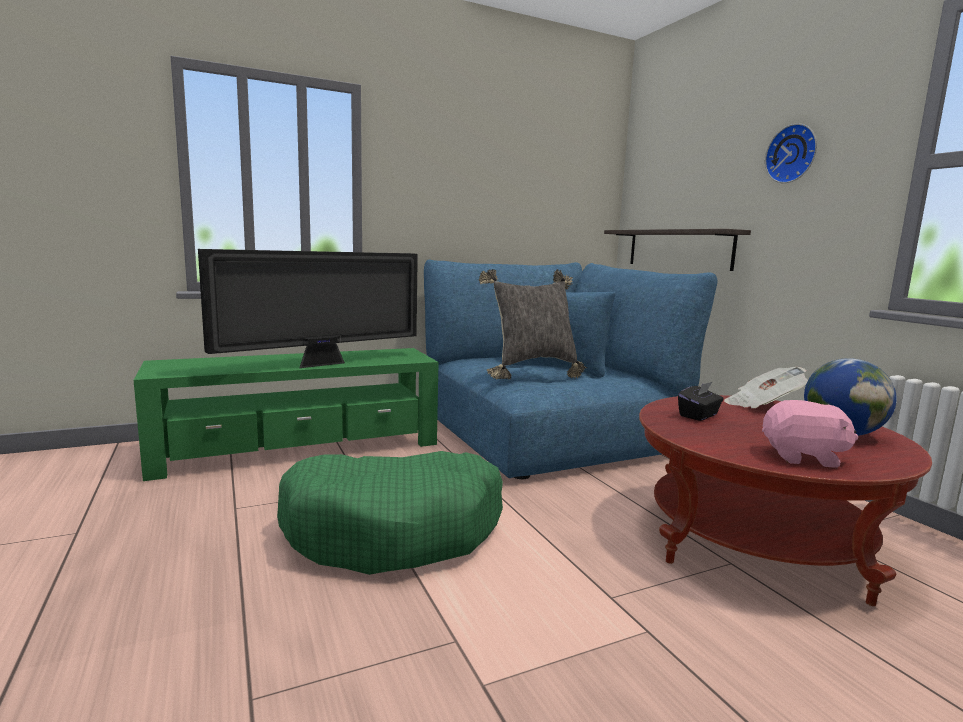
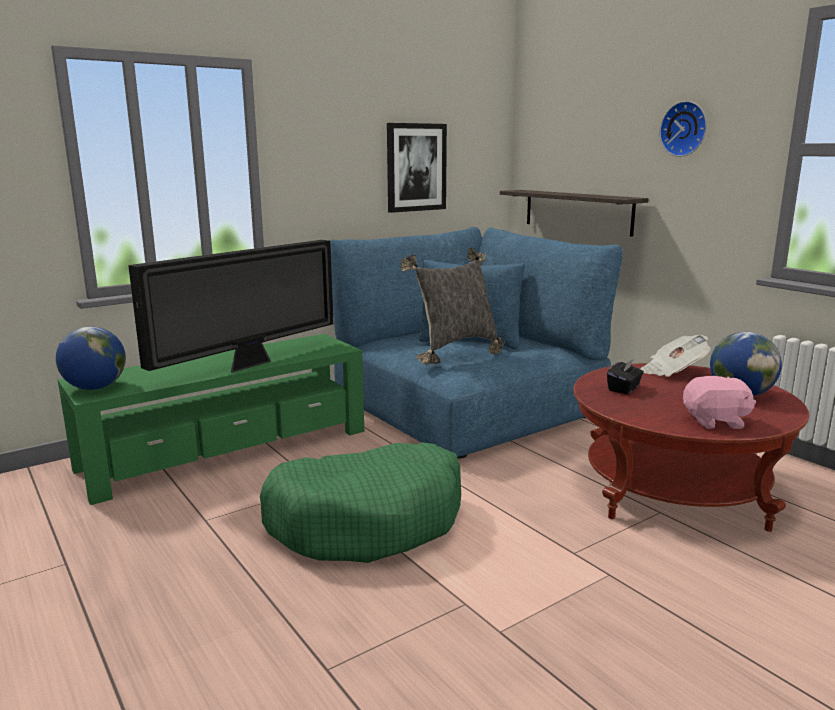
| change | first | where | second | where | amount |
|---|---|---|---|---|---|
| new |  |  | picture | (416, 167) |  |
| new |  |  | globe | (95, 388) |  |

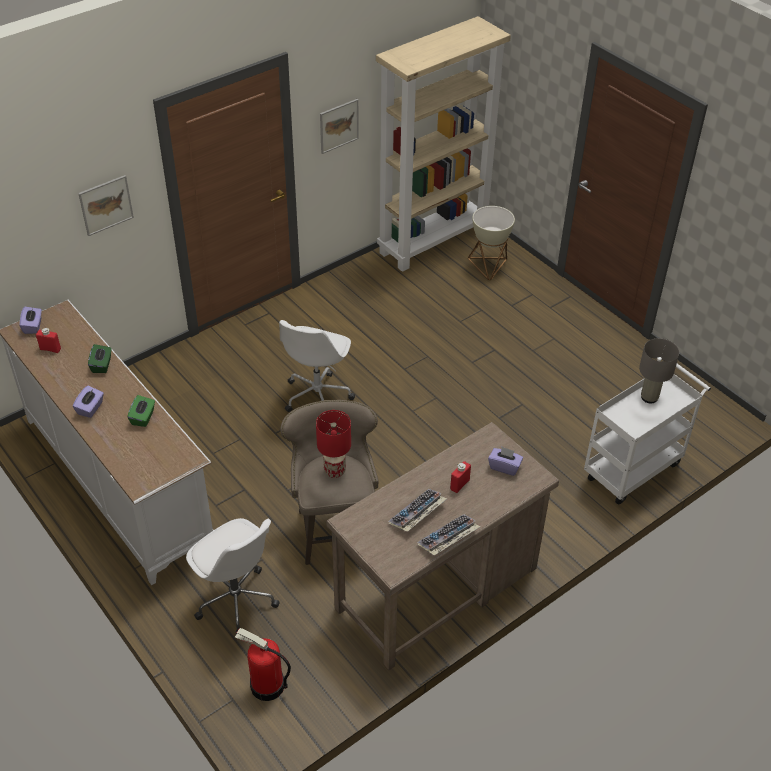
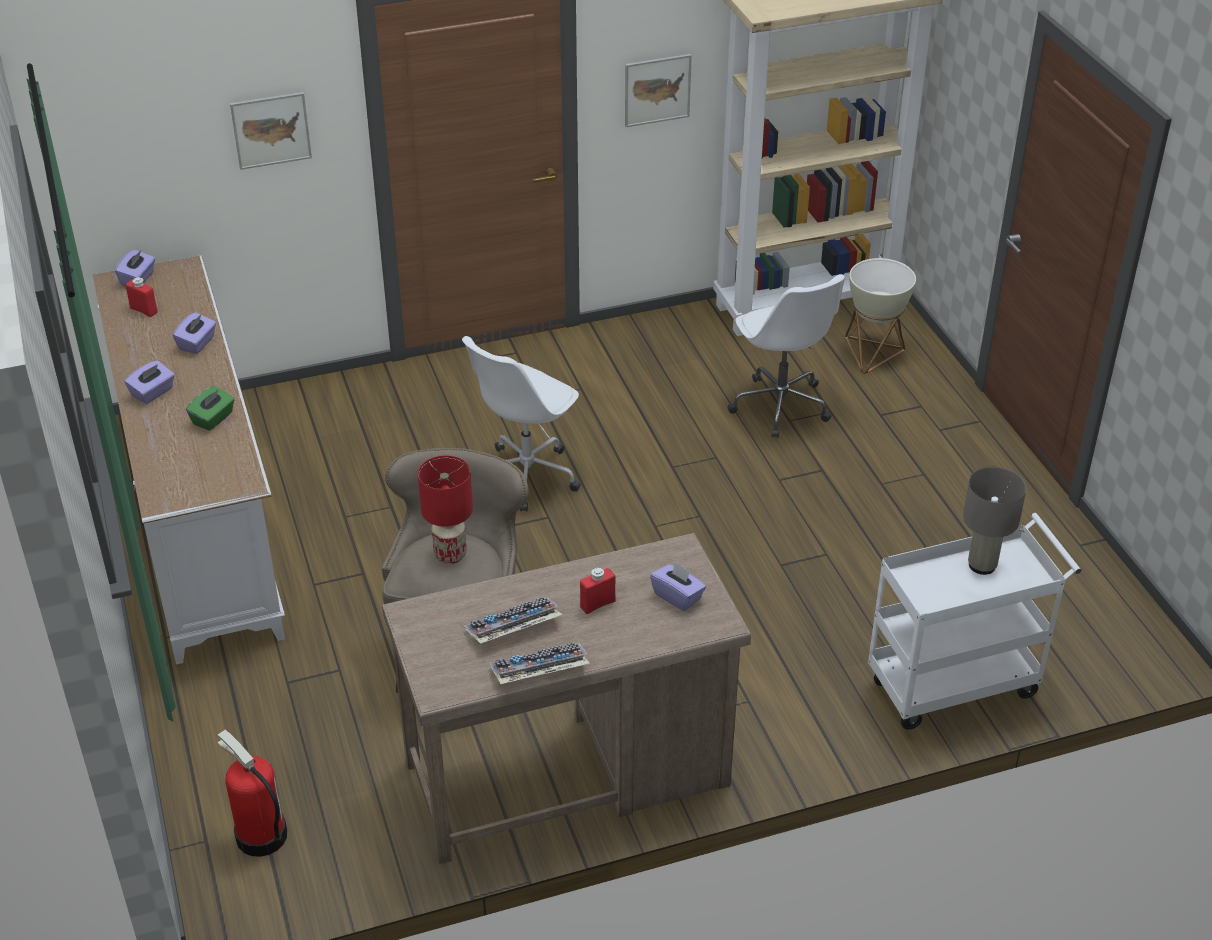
| change | first | where | second | where | amount |
|---|---|---|---|---|---|
| repainted | green tissue box | (102, 365) | purple tissue box | (197, 343) |  |
| shifted | white office chair | (238, 602) |  | (781, 408) |  |

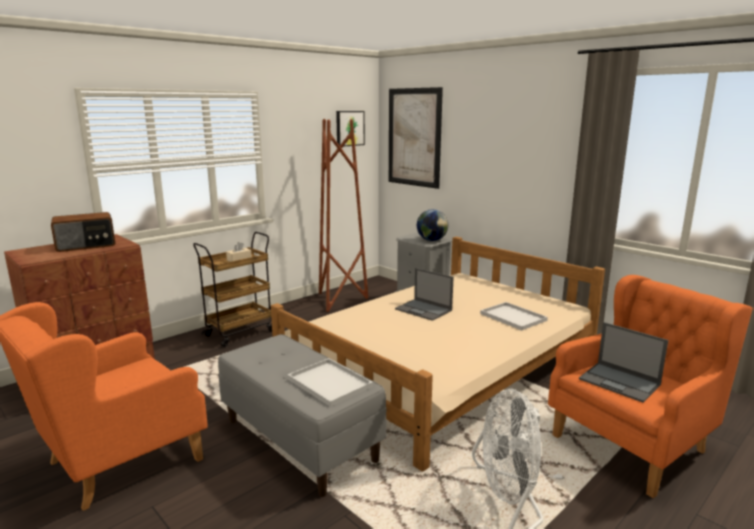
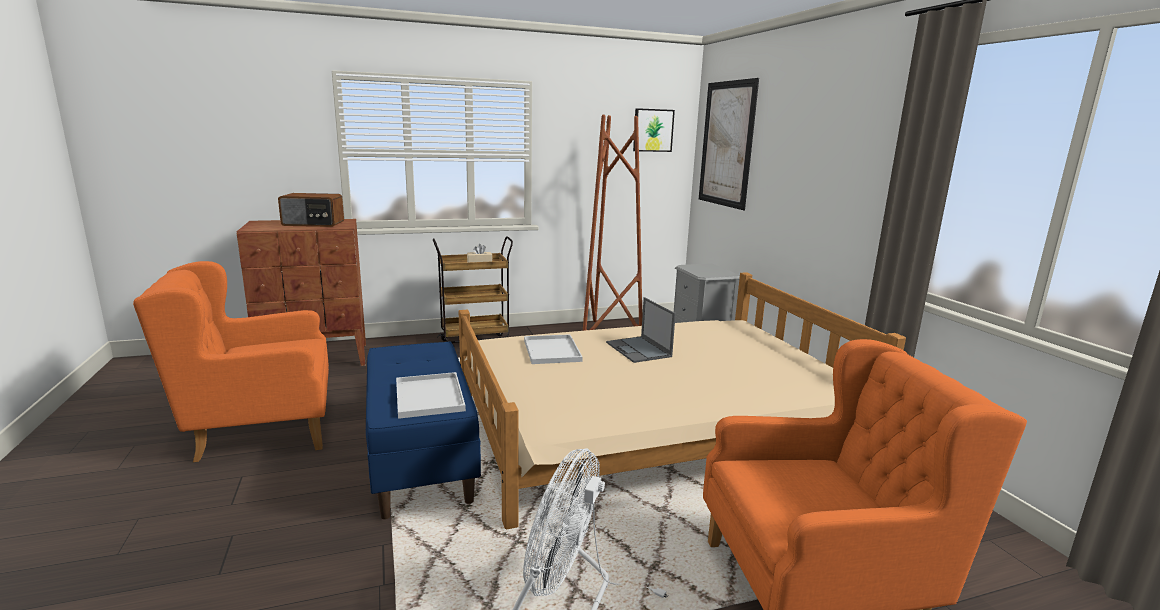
| change | first | where | second | where | amount |
|---|---|---|---|---|---|
| gone | globe | (431, 240) |  |  |  |
| shifted | white tray | (514, 317) |  | (553, 351) |  |
| gone | laptop | (620, 382) |  |  |  |
| repainted | grey bench | (301, 440) | blue bench | (422, 458) |  |

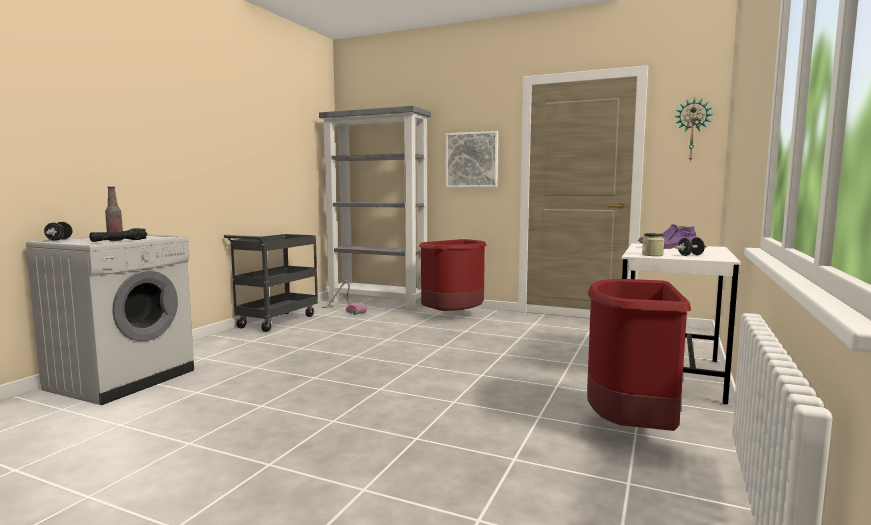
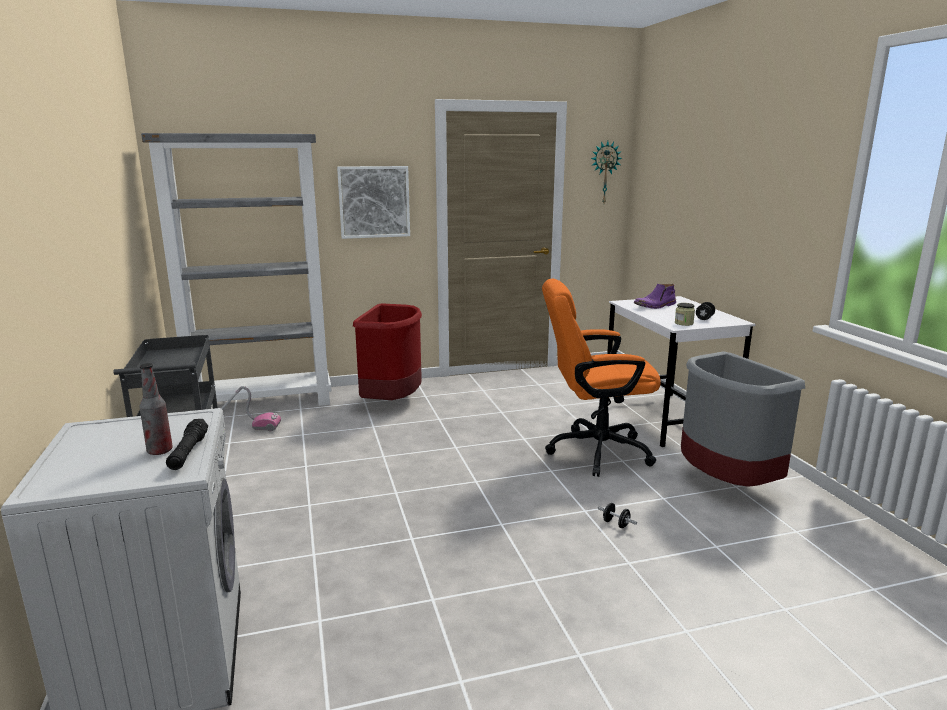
| change | first | where | second | where | amount |
|---|---|---|---|---|---|
| shifted | black dumbbell | (59, 239) |  | (616, 524) |  |
| repainted | red trash can | (630, 427) | grey trash can | (725, 482) |  |
| new |  |  | orange office chair | (594, 452) |  |

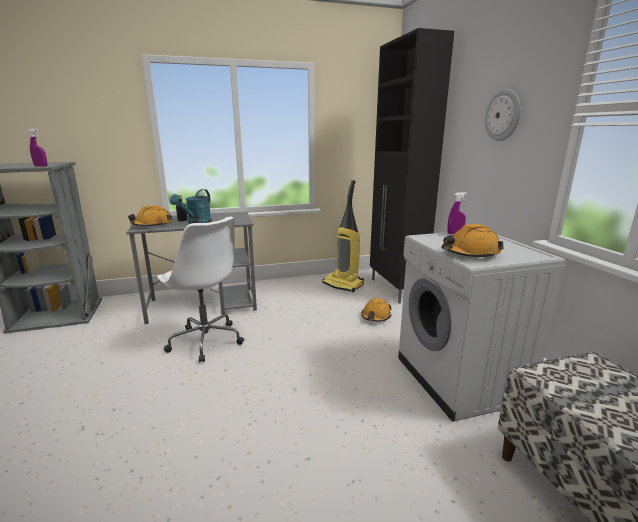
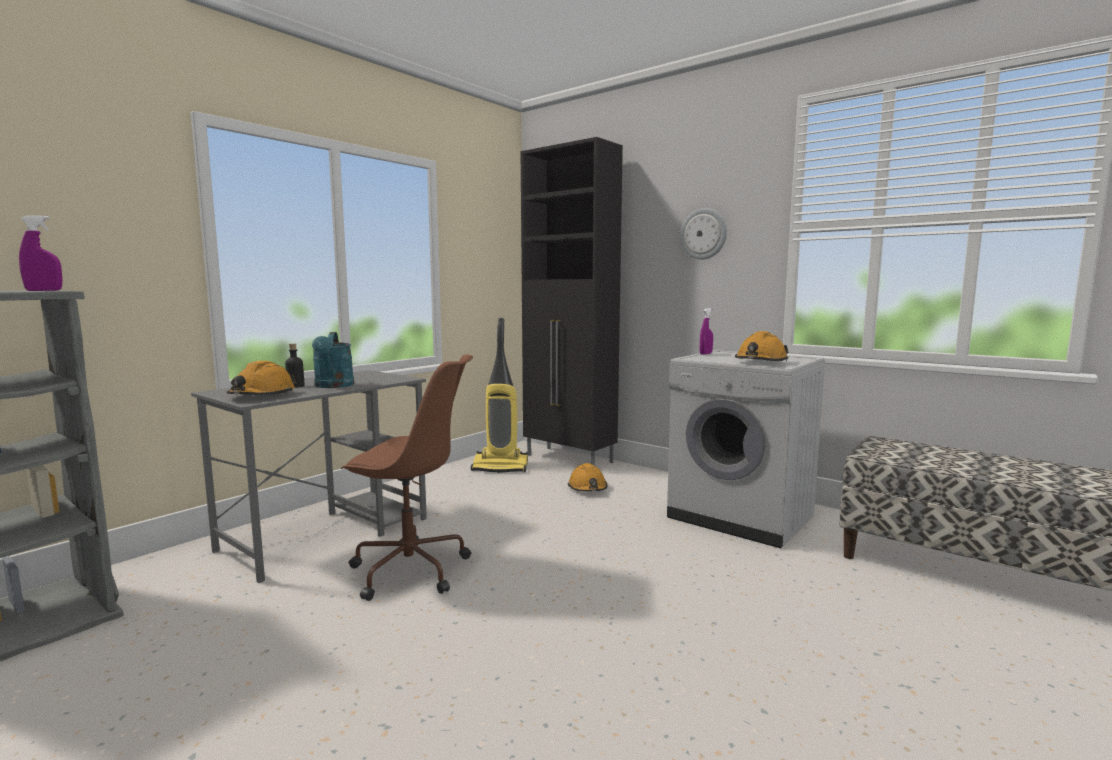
| change | first | where | second | where | amount |
|---|---|---|---|---|---|
| repainted | white office chair | (207, 342) | brown office chair | (413, 571) |  |

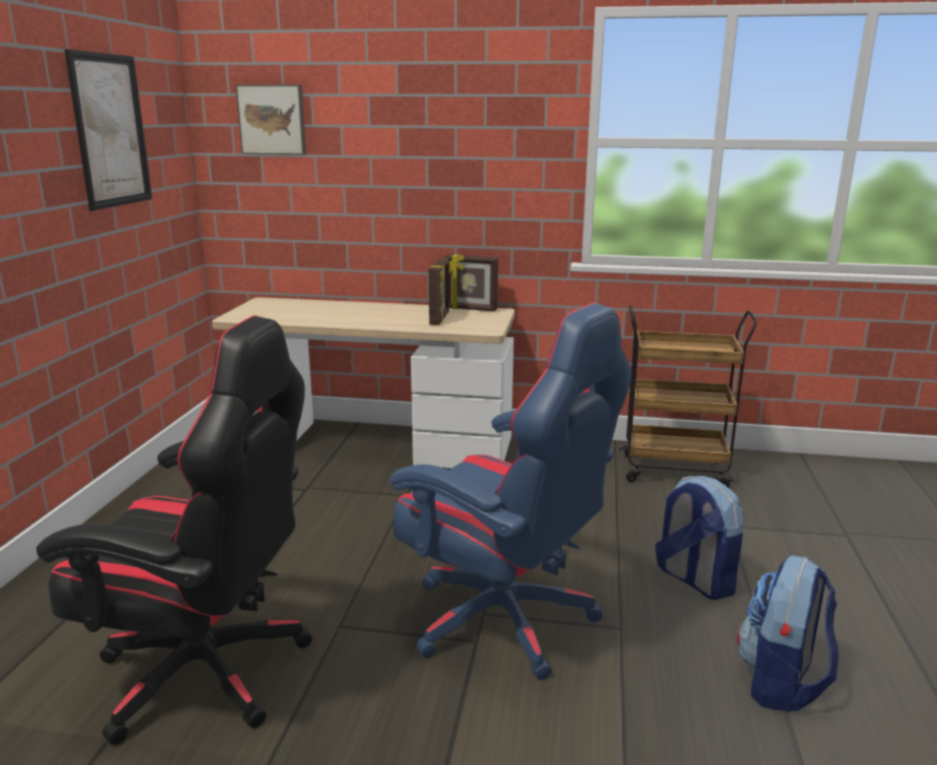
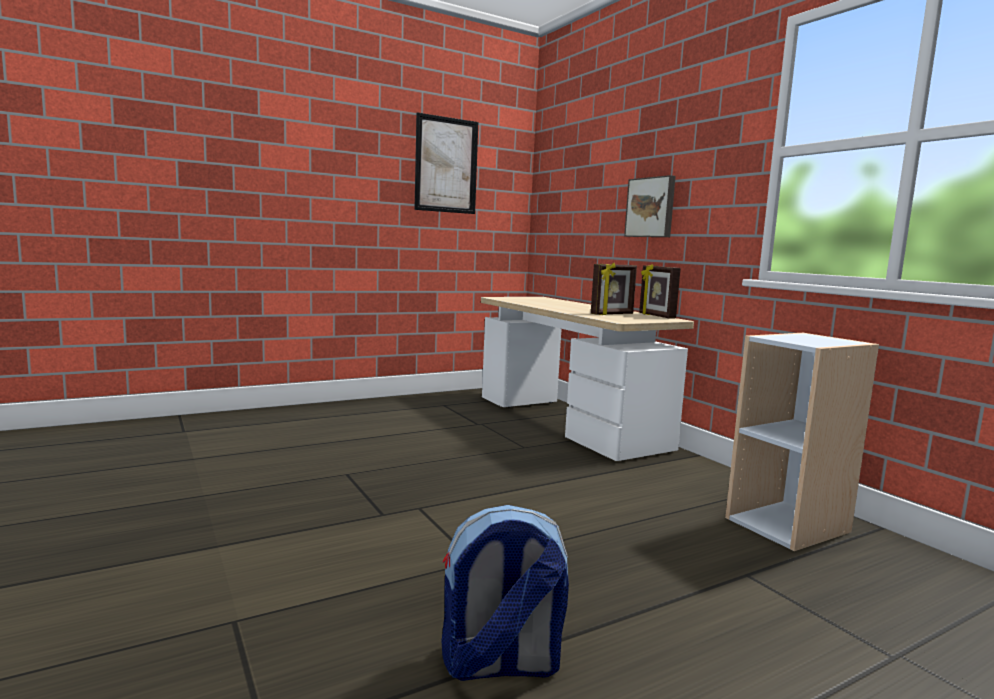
| change | first | where | second | where | amount |
|---|---|---|---|---|---|
| shifted | picture | (272, 119) |  | (651, 207) |  |
| gone | blue office chair | (502, 618) |  |  |  |
| swapped | brown cart | (675, 472) | bookcase | (789, 525) |  |
| gone | black office chair | (202, 671) |  |  |  |
| gone | backpack | (694, 580) |  |  |  |

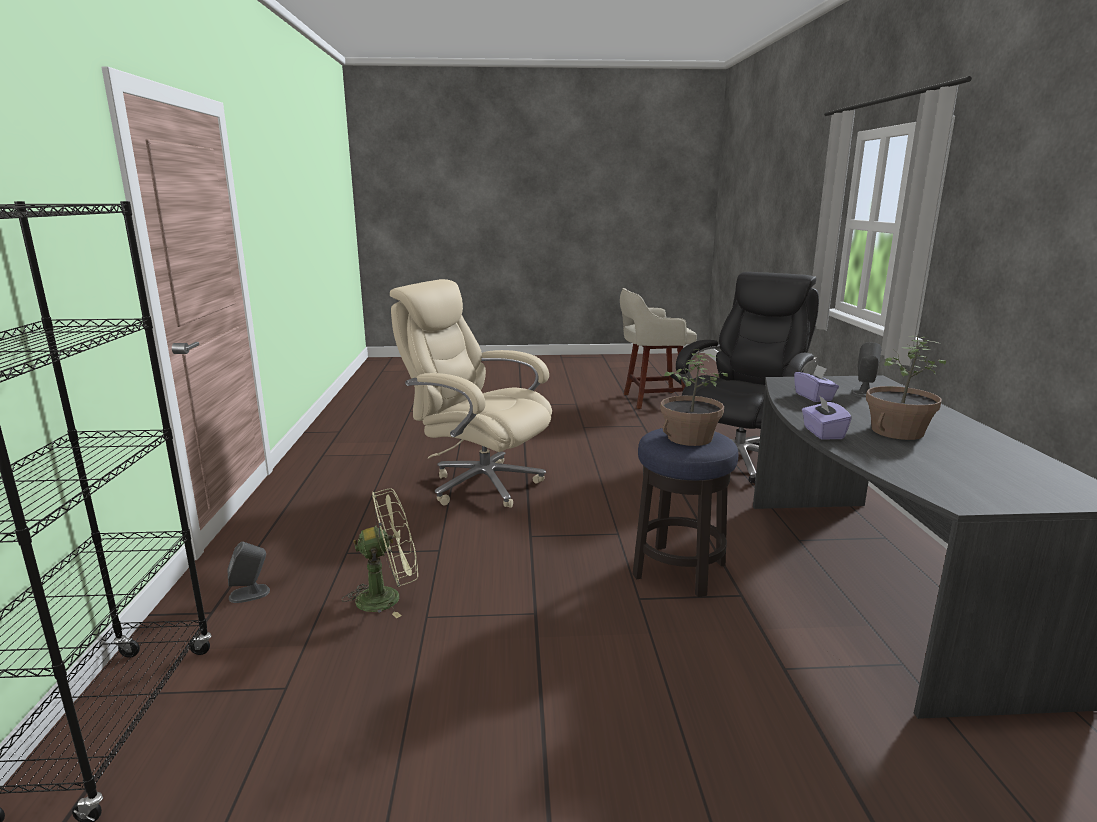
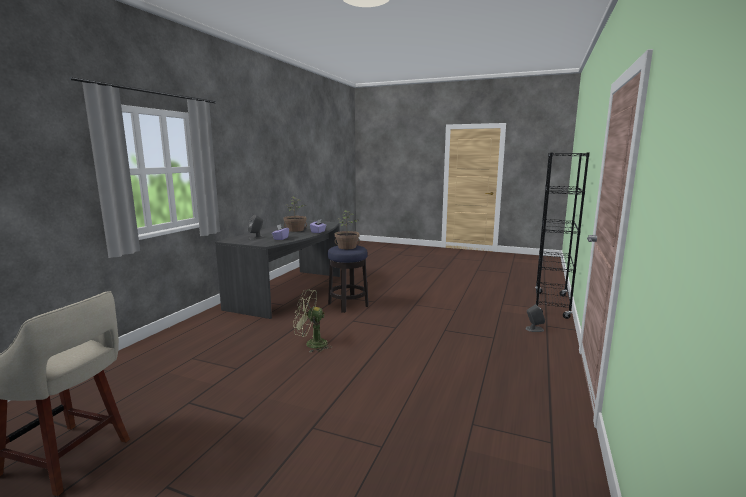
| change | first | where | second | where | amount |
|---|---|---|---|---|---|
| gone | black office chair | (740, 461) |  |  |  |
| gone | beige office chair | (479, 485) |  |  |  |
| shifted | green fan | (388, 597) |  | (311, 344) |  |

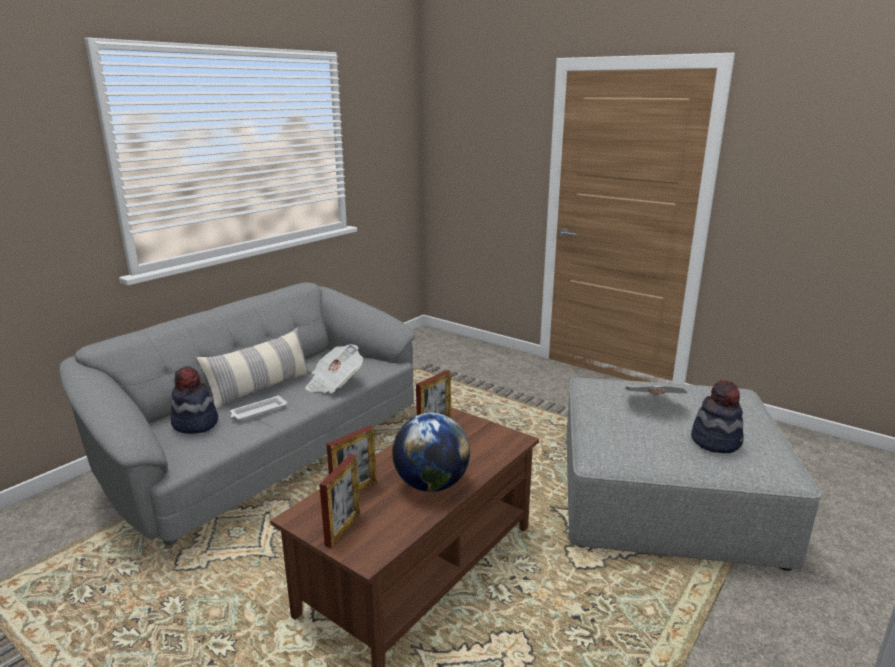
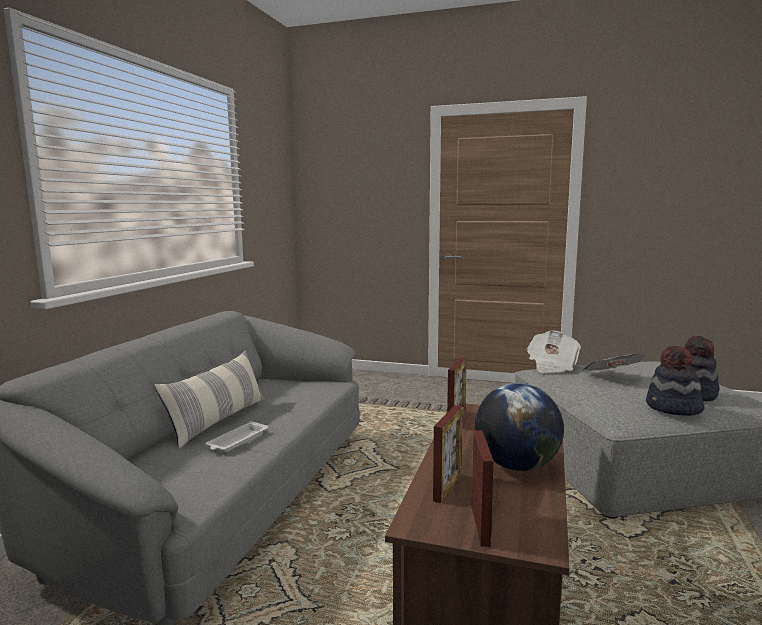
| change | first | where | second | where | amount |
|---|---|---|---|---|---|
| shifted | newspaper | (334, 383) |  | (551, 366) |  |
| shifted | hat | (195, 424) |  | (673, 408) |  |

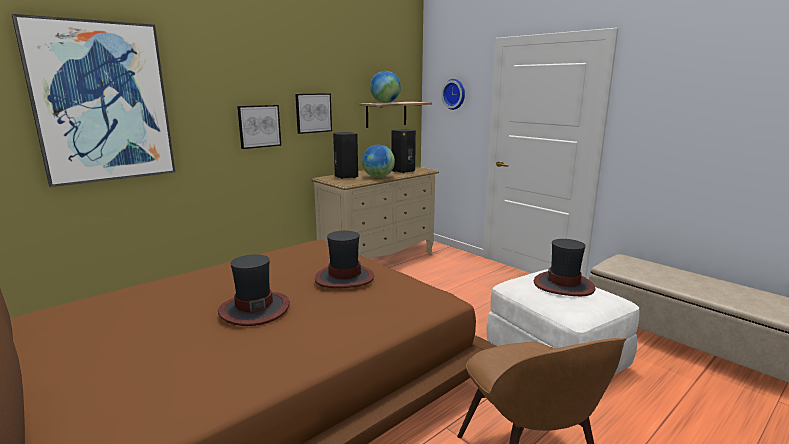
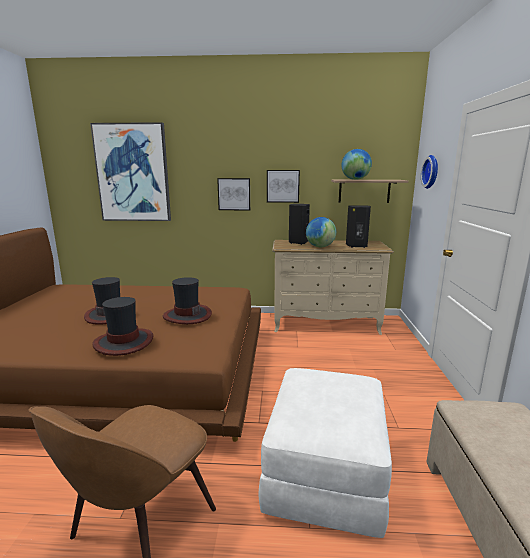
| change | first | where | second | where | amount |
|---|---|---|---|---|---|
| shifted | hat | (564, 285) |  | (124, 342) |  |

